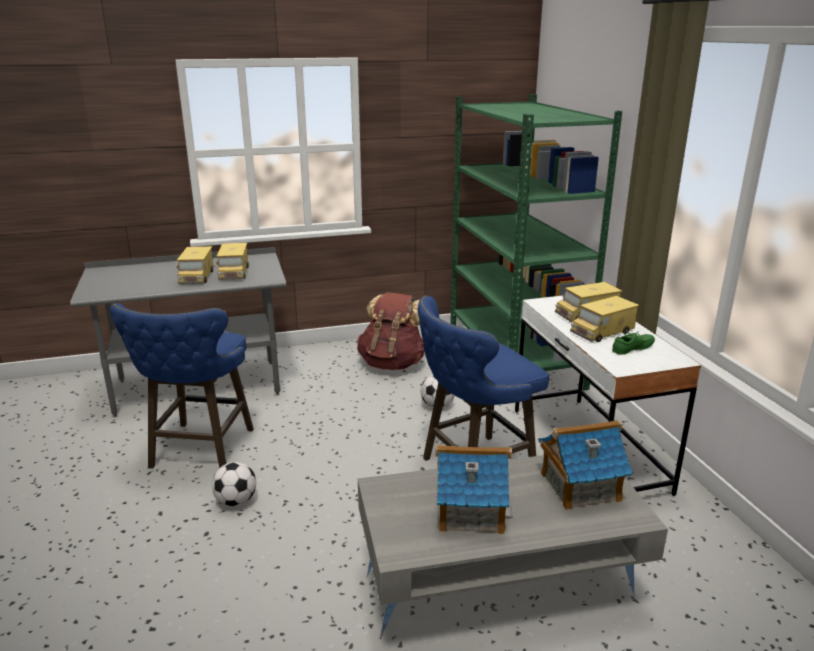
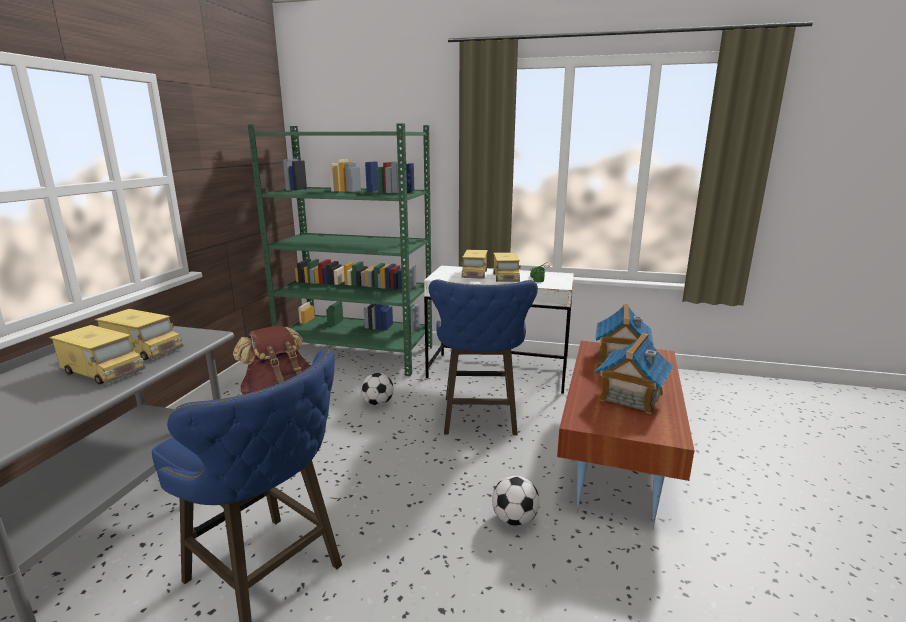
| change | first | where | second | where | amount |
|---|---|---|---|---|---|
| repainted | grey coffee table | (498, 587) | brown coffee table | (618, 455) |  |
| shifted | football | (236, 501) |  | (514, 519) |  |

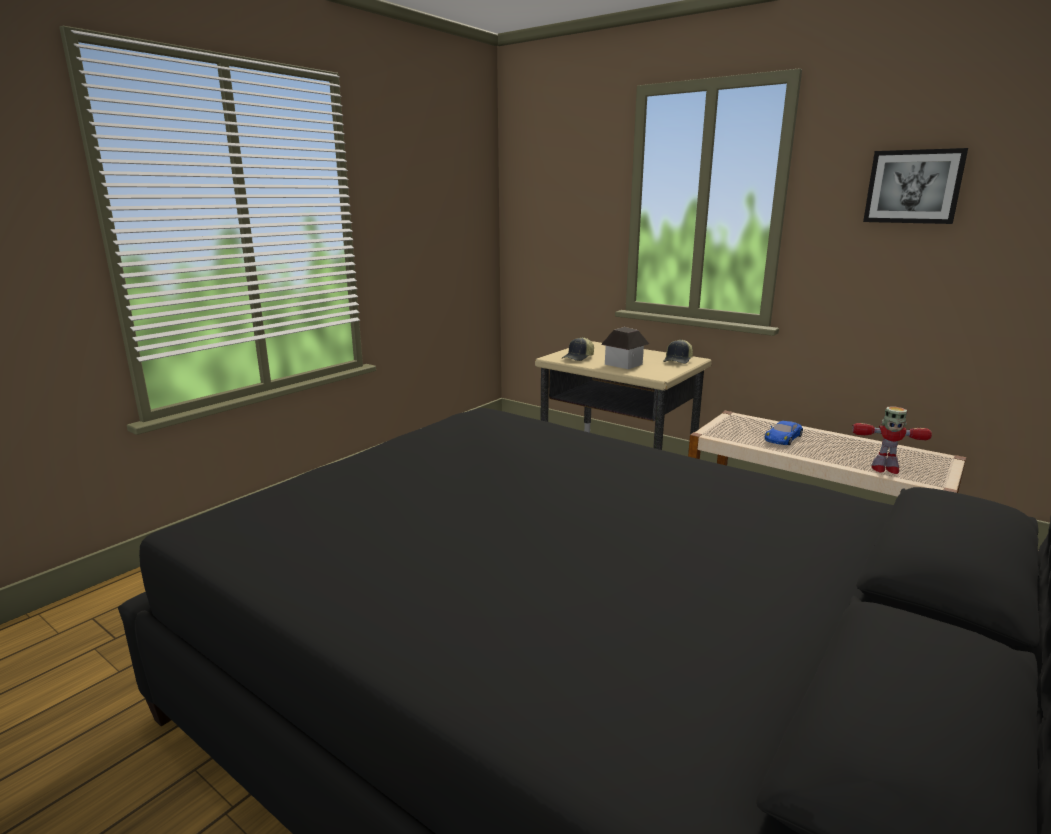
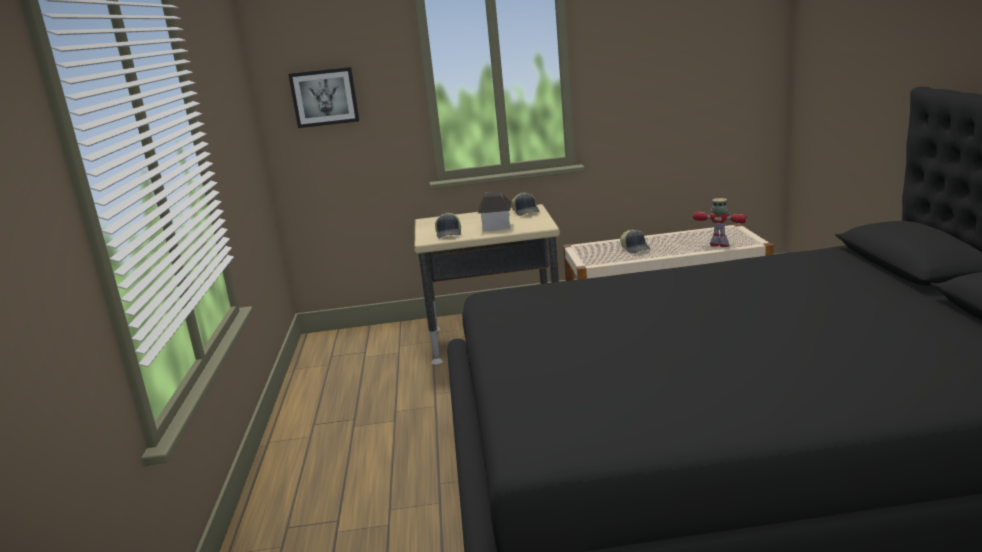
| change | first | where | second | where | amount |
|---|---|---|---|---|---|
| shifted | picture | (913, 186) |  | (324, 97) |  |
| rotated | toy robot | (884, 469) |  | (720, 245) | 120 degrees counterclockwise |
| swapped | blue toy car | (783, 438) | cap | (635, 249) |  |

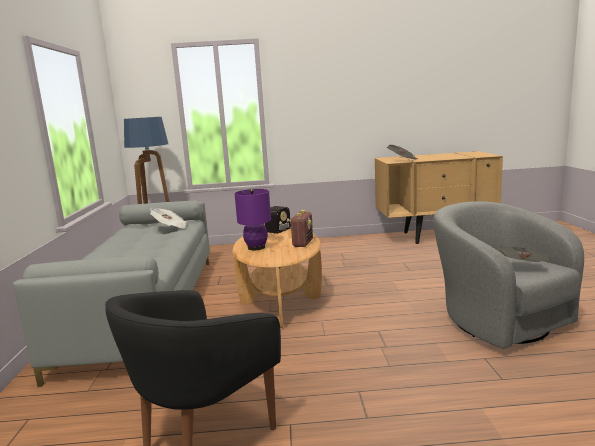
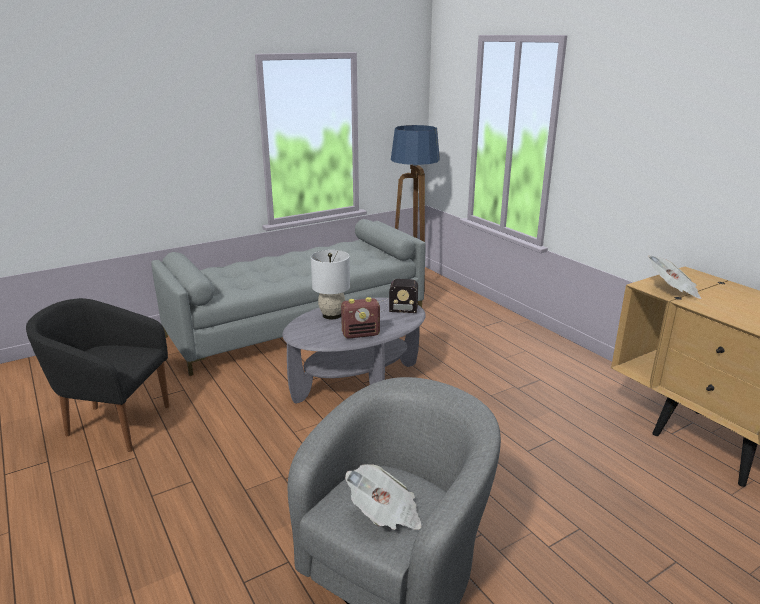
| change | first | where | second | where | amount |
|---|---|---|---|---|---|
| repainted | purple table lamp | (256, 247) | white table lamp | (332, 315) |  |
| gone | newspaper | (170, 227) |  |  |  |
| repainted | brown coffee table | (280, 300) | grey coffee table | (357, 382) |  |

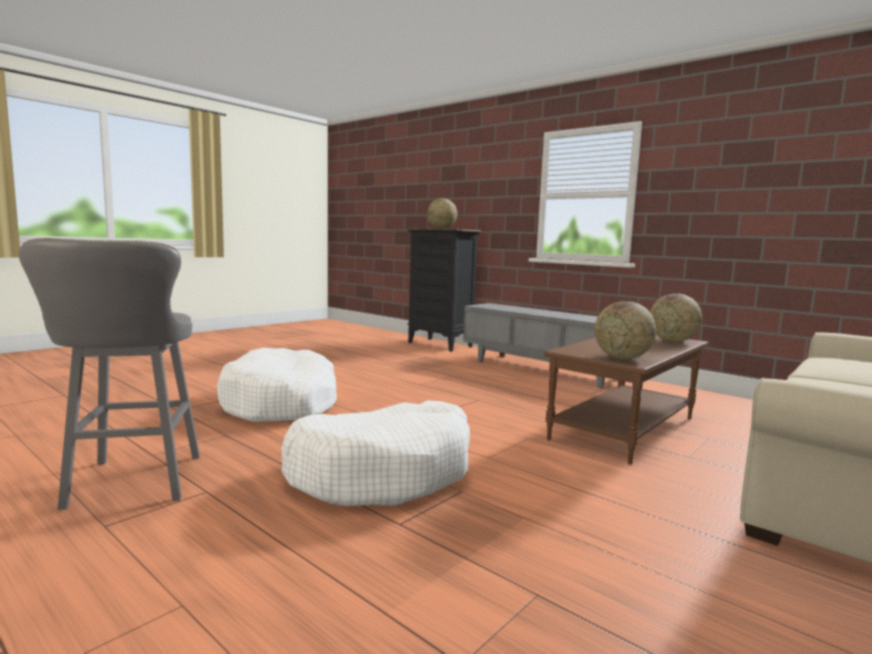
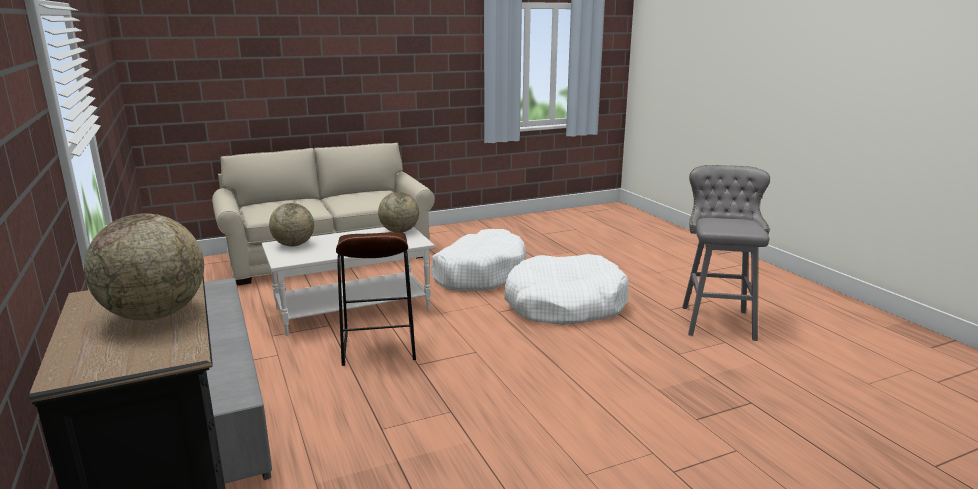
| change | first | where | second | where | amount |
|---|---|---|---|---|---|
| repainted | brown coffee table | (625, 429) | white coffee table | (353, 308) |  |
| shifted | white dog bed | (281, 403) |  | (479, 273) |  |
| new |  |  | brown stool | (378, 346) |  |

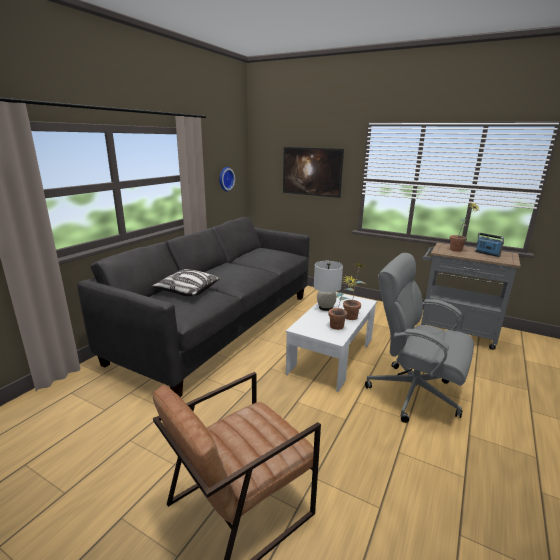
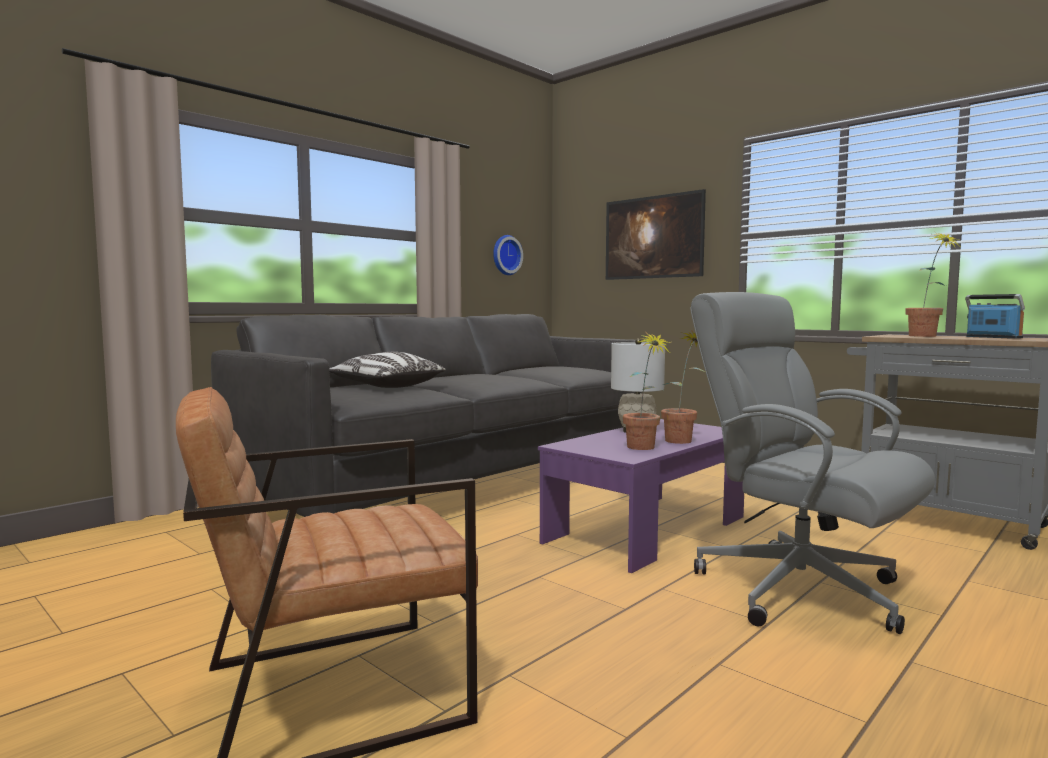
| change | first | where | second | where | amount |
|---|---|---|---|---|---|
| repainted | white coffee table | (332, 355) | purple coffee table | (647, 529) |  |

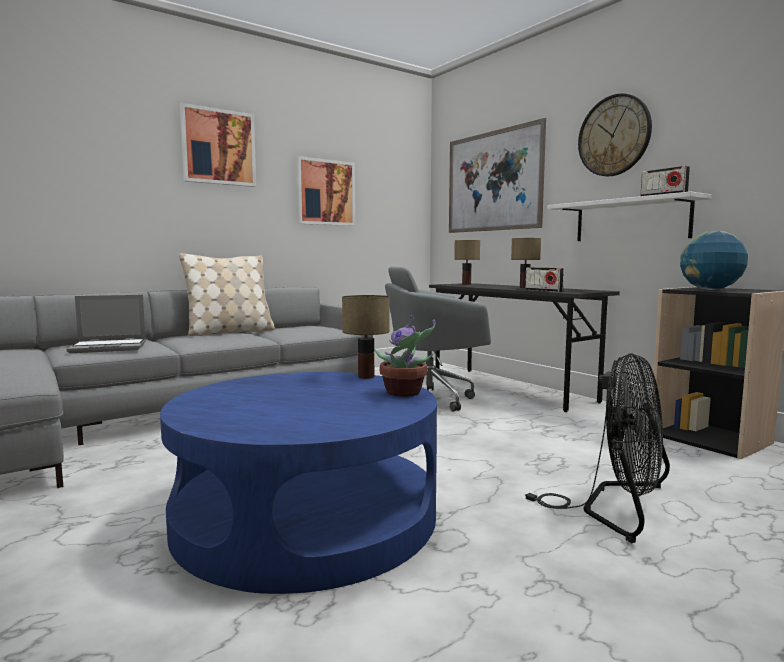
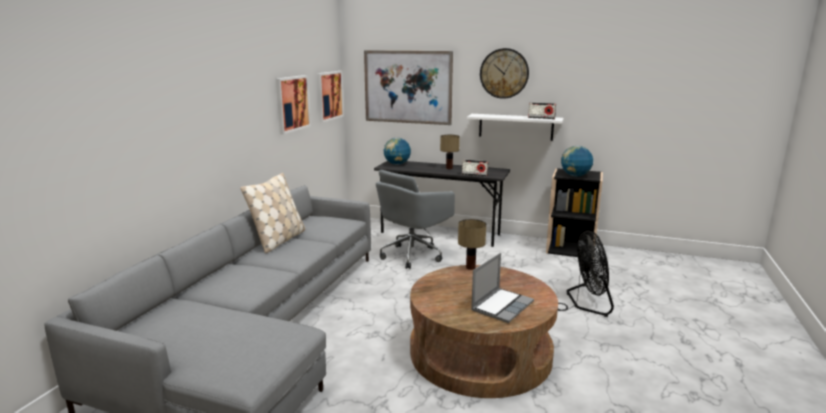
| change | first | where | second | where | amount |
|---|---|---|---|---|---|
| shifted | picture | (218, 147) |  | (329, 95) |  |
| swapped | table lamp | (466, 284) | globe | (397, 164) |  |
| shifted | laptop | (110, 347) |  | (502, 306) |  |
| gone | potted plant | (405, 393) |  |  |  |
| repainted | blue coffee table | (306, 515) | brown coffee table | (480, 352) |  |

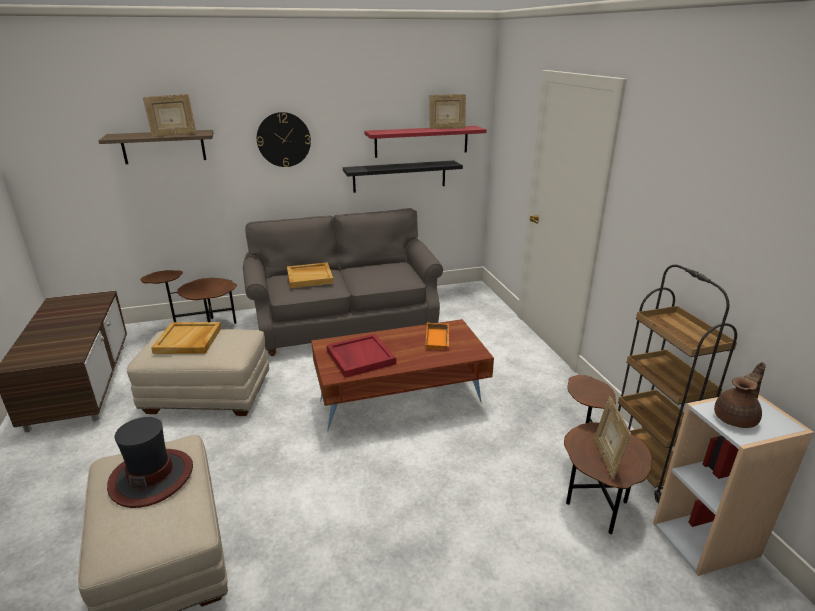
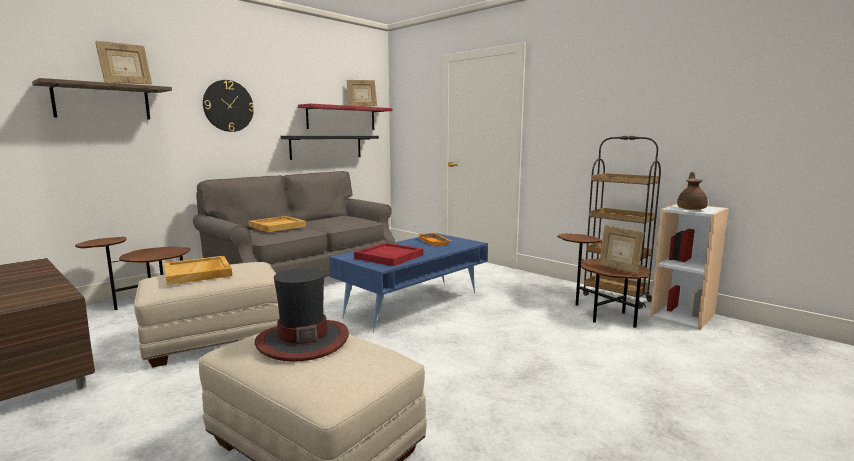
| change | first | where | second | where | amount |
|---|---|---|---|---|---|
| repainted | brown coffee table | (400, 402) | blue coffee table | (413, 305) |  |

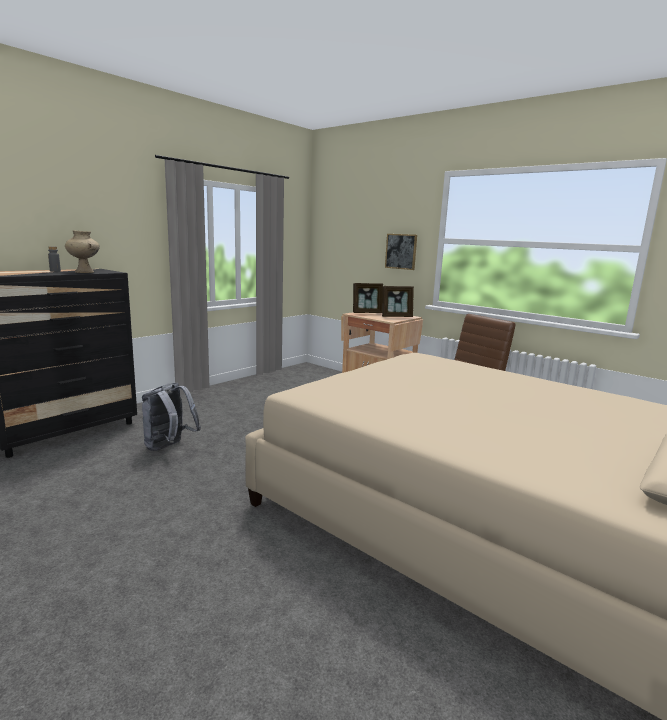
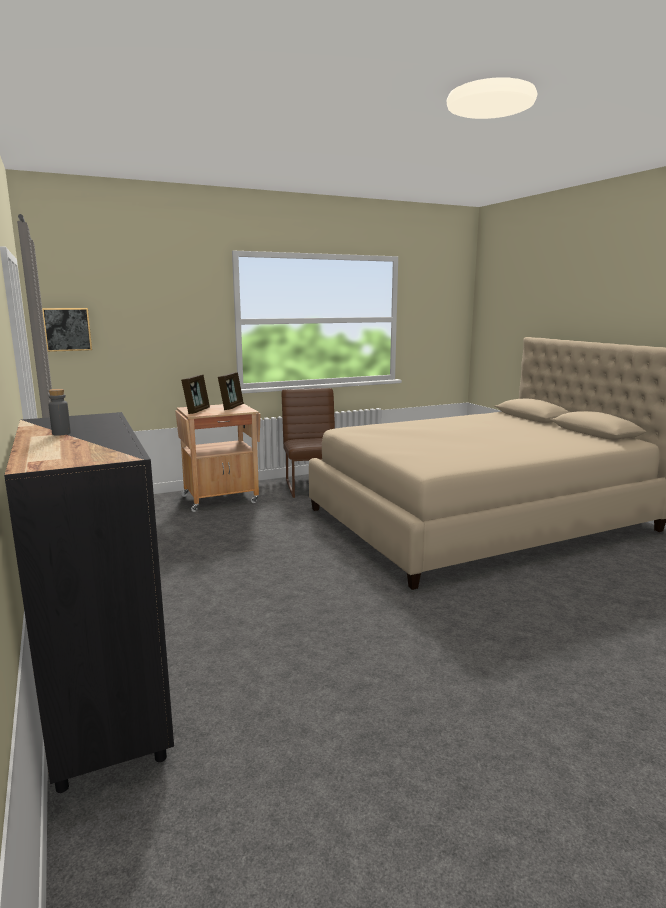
| change | first | where | second | where | amount |
|---|---|---|---|---|---|
| gone | beige vase | (85, 272) |  |  |  |
| shifted | picture | (401, 251) |  | (67, 329) |  |
| gone | grey backpack | (169, 447) |  |  |  |

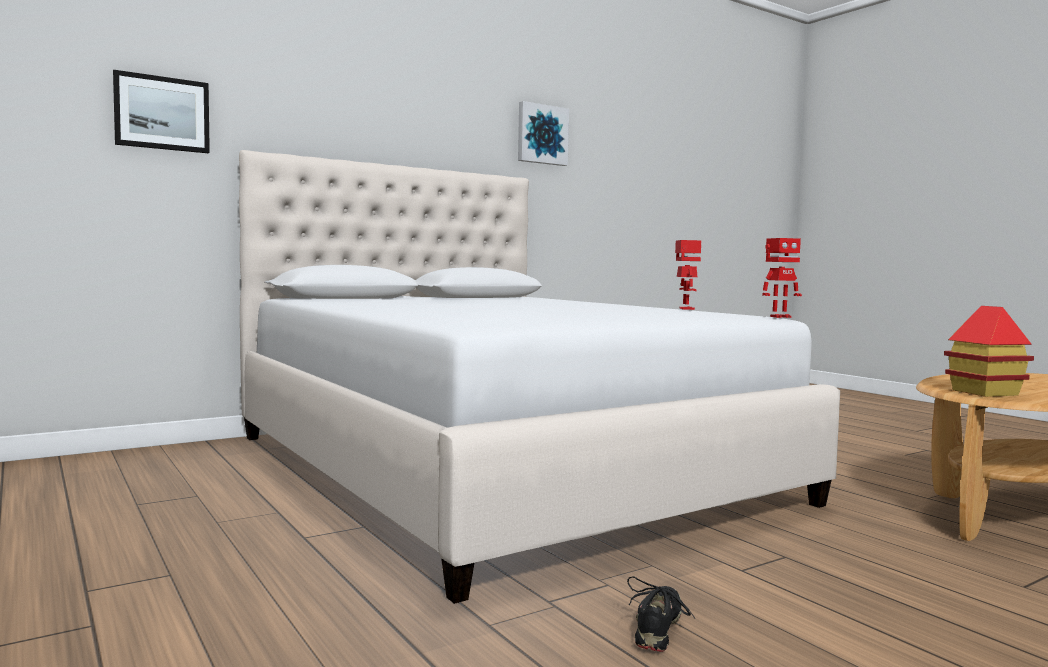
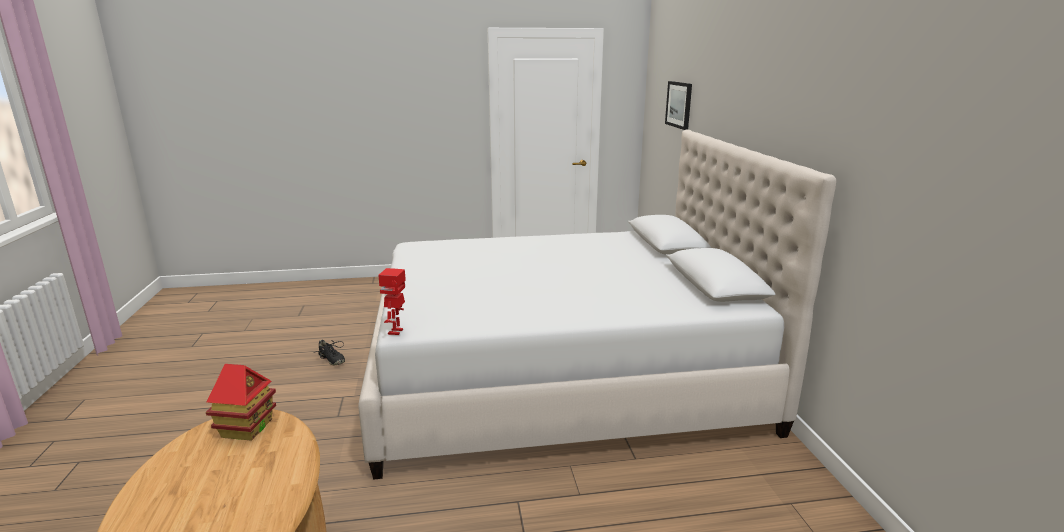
| change | first | where | second | where | amount |
|---|---|---|---|---|---|
| gone | picture | (541, 134) |  |  |  |
| gone | toy robot | (686, 309) |  |  |  |

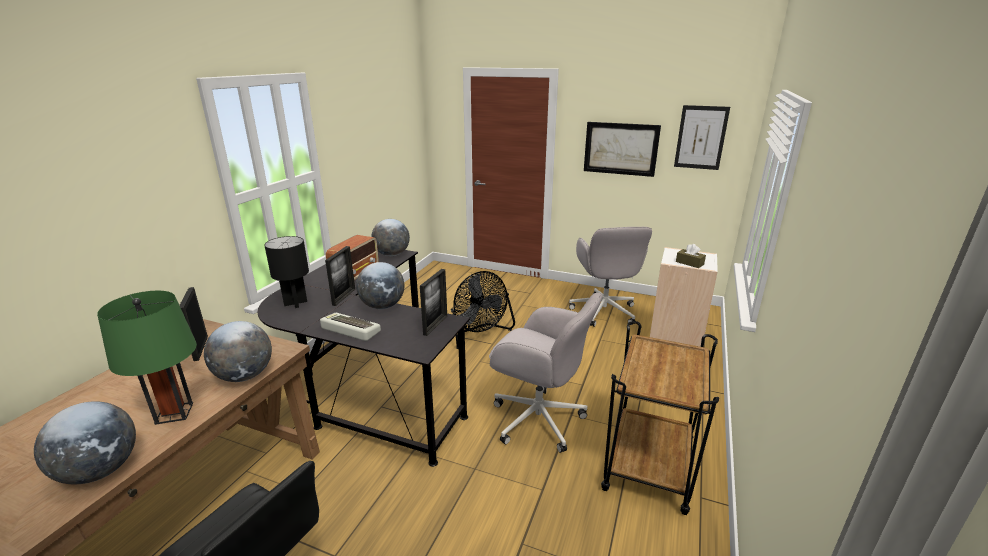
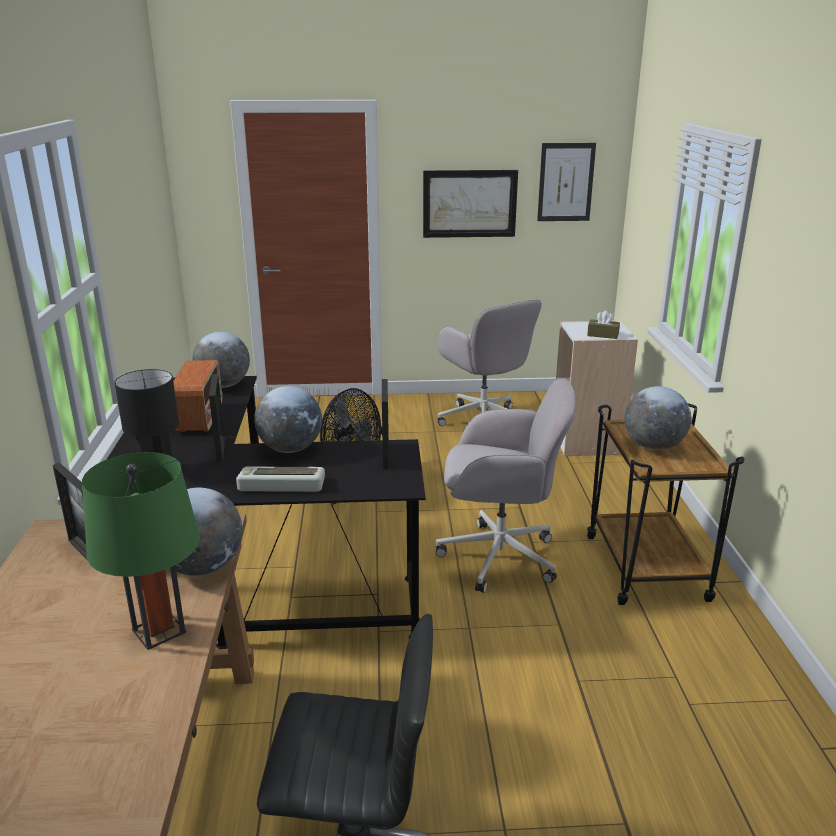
| change | first | where | second | where | amount |
|---|---|---|---|---|---|
| shifted | globe | (100, 471) |  | (653, 446) |  |

